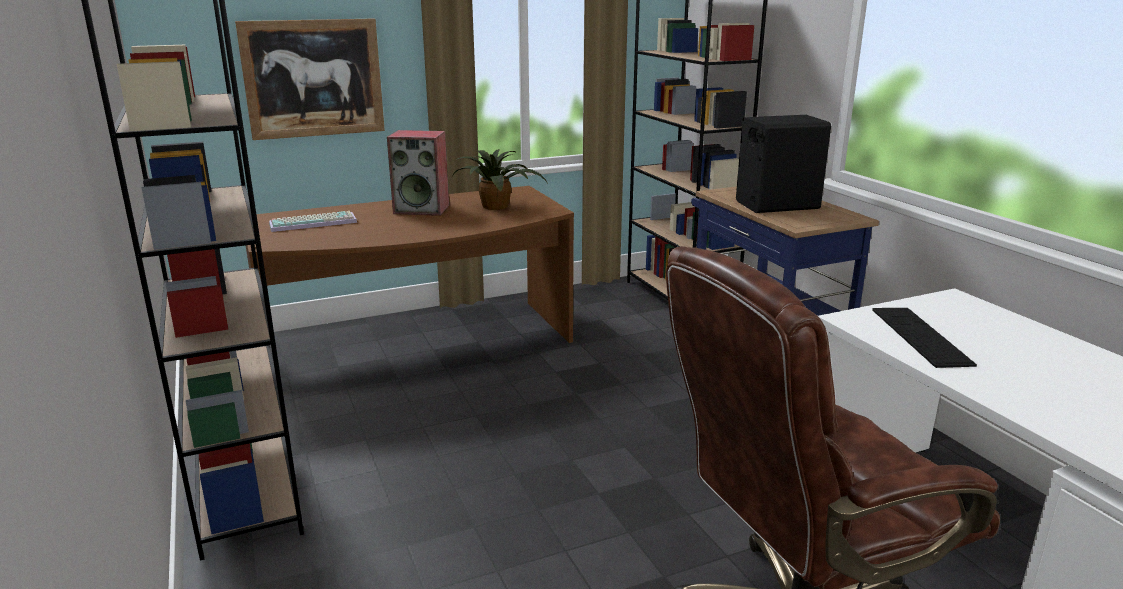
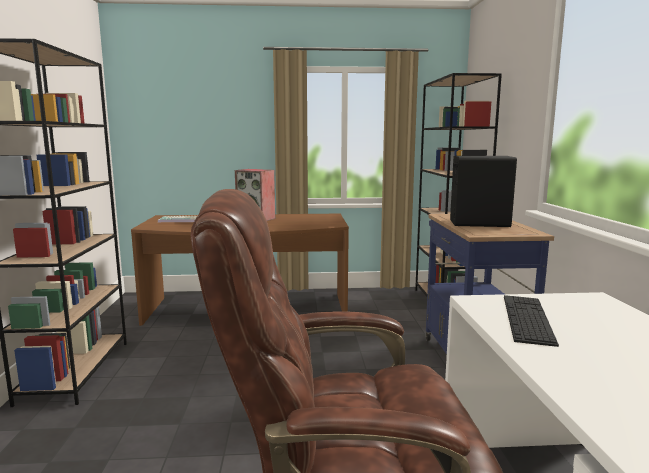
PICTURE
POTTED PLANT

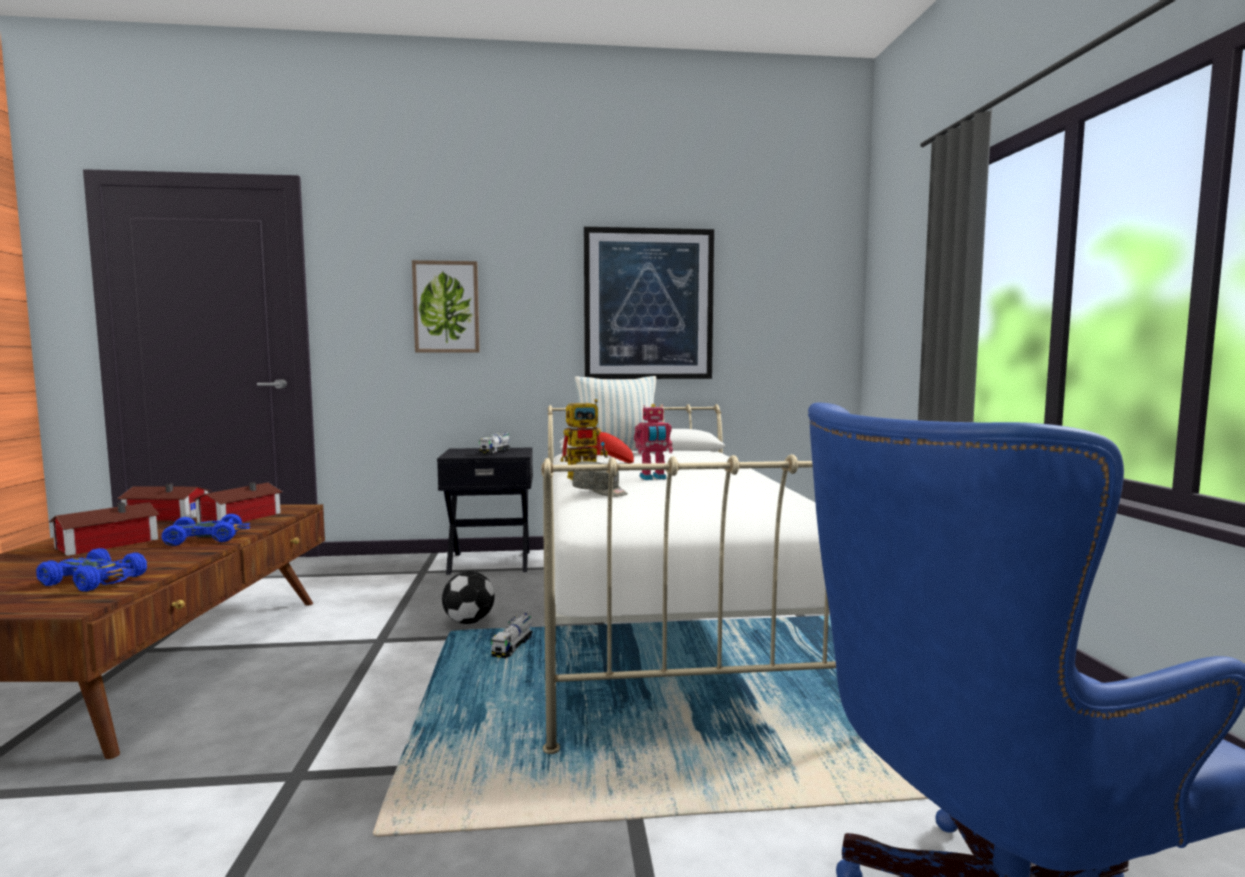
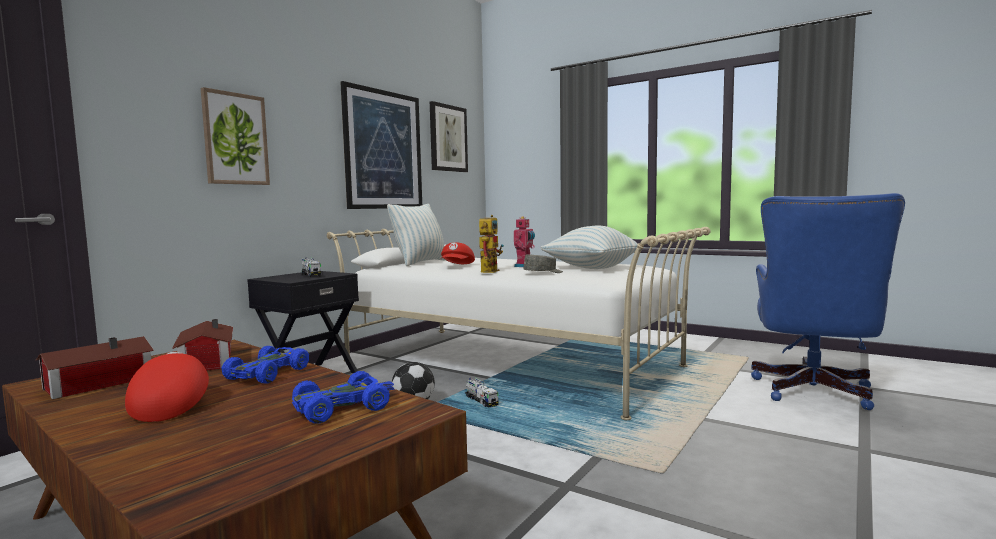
RED-COLOURED BASEBALL CAP (1st from left)
PICTURE (3rd from left)
PILLOW (2nd from left)

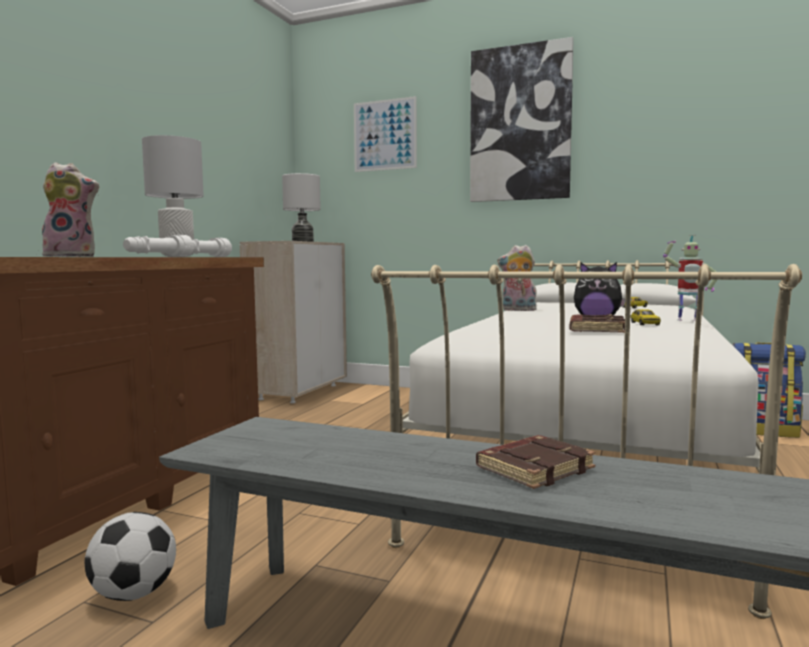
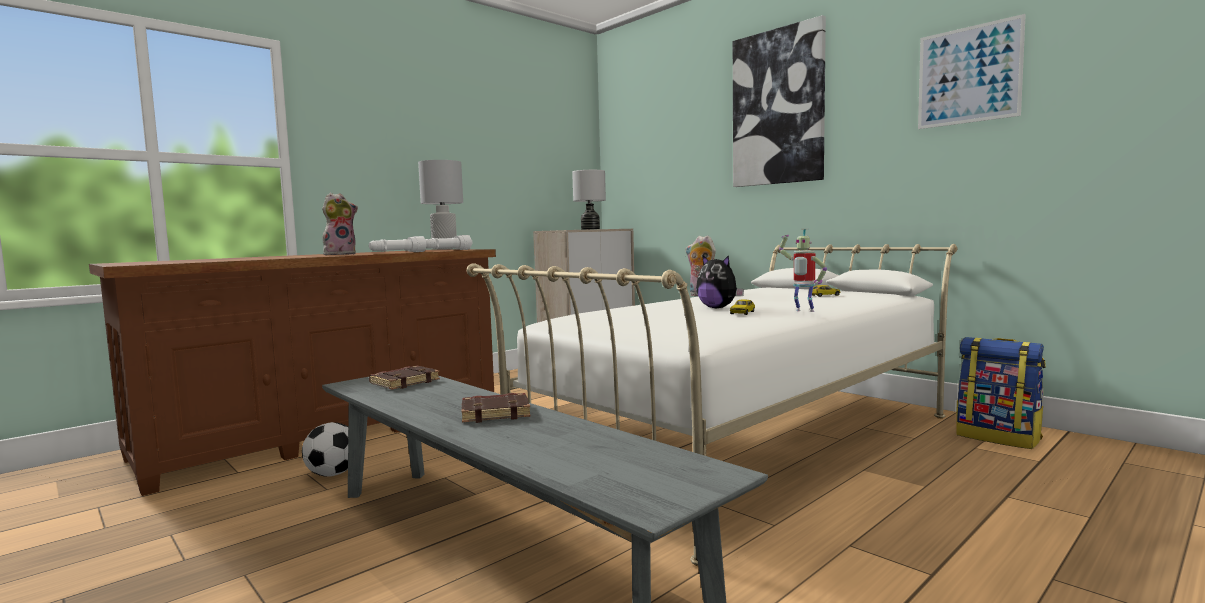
PLUSH TOY (1st from left)
PICTURE (2nd from left)
BROWNISH BOUND BOOK (1st from left)

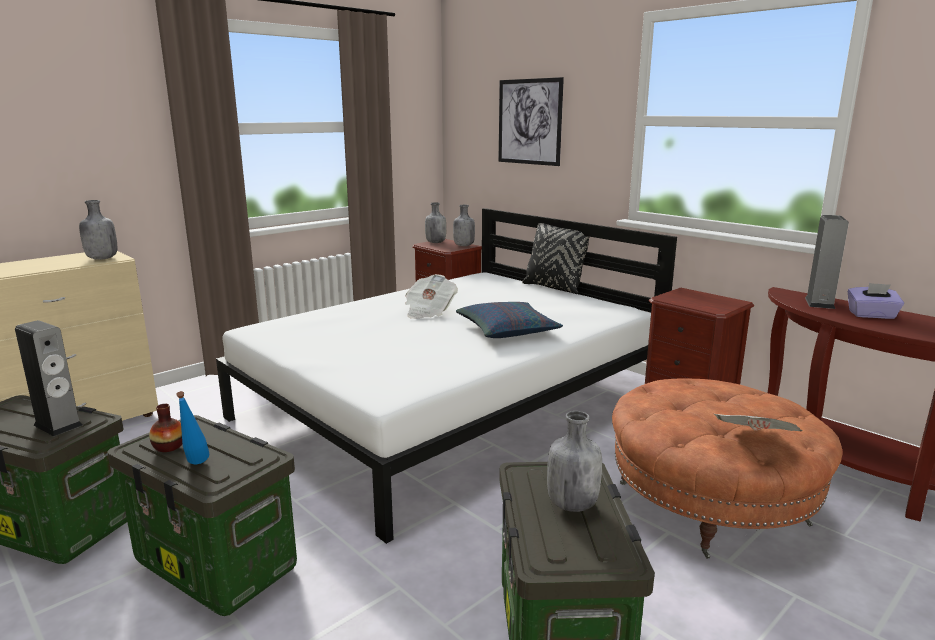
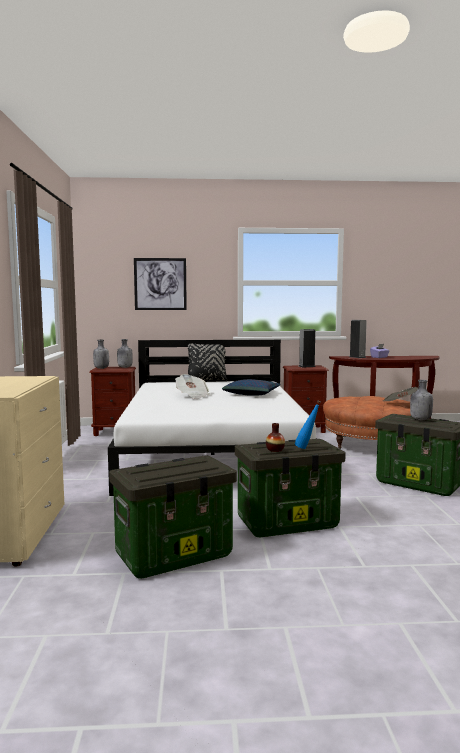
SPEAKER (1st from left)
GREY BEVERAGE BOTTLE (1st from left in the first image)

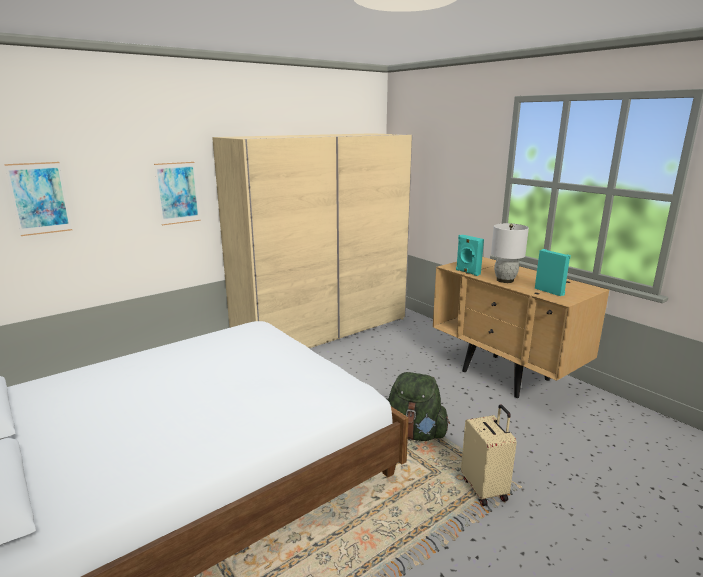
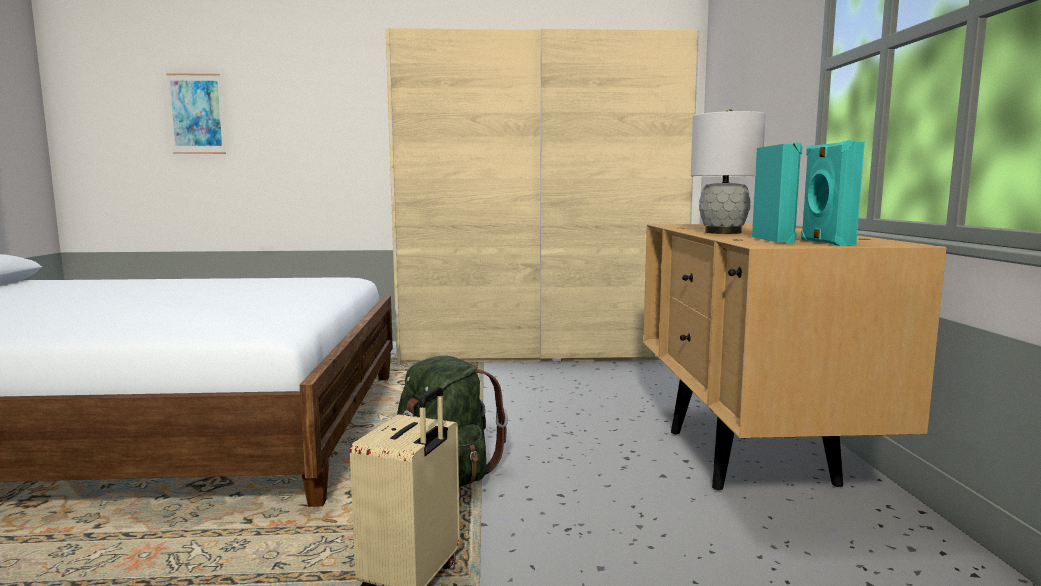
PICTURE (2nd from left in the first image)
TURQUOISE SPEAKER (2nd from left)

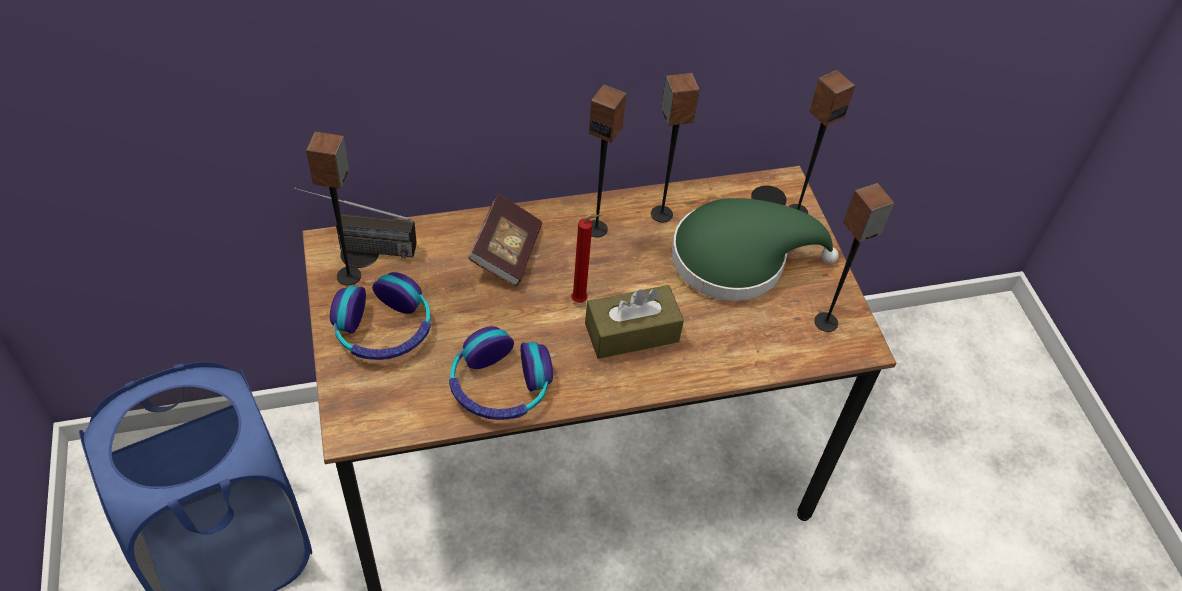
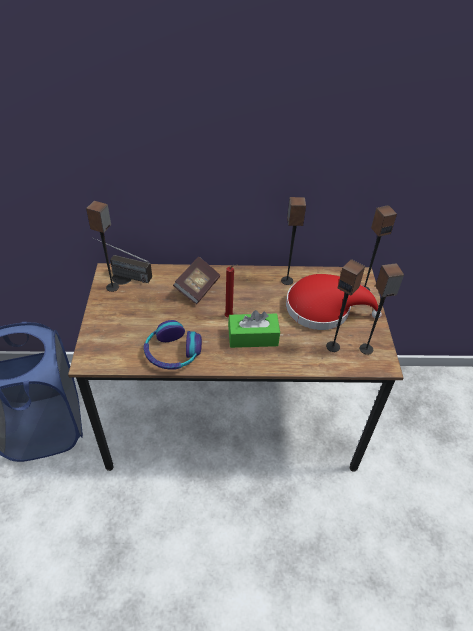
HEADSET (1st from left in the first image)
GREENISH TISSUE HOLDER
SPEAKER (3rd from left)
RED-COLOURED CLOTHING HAT

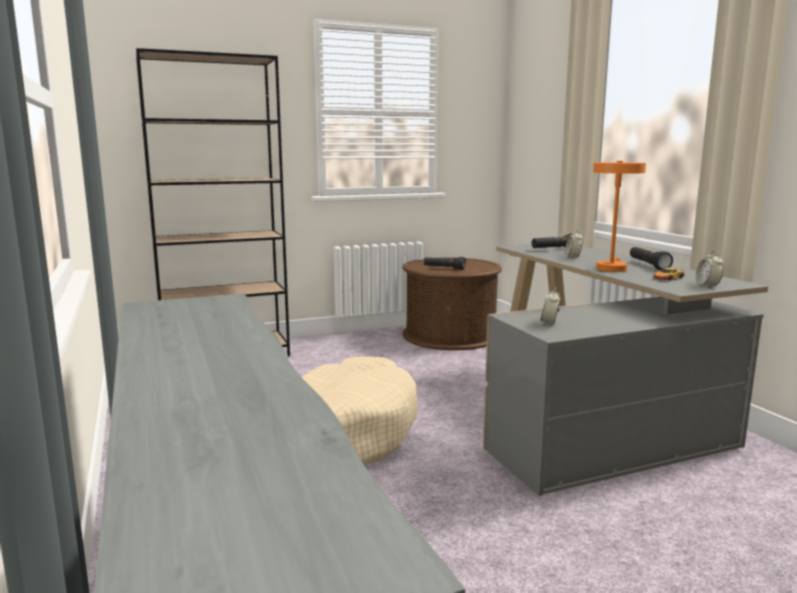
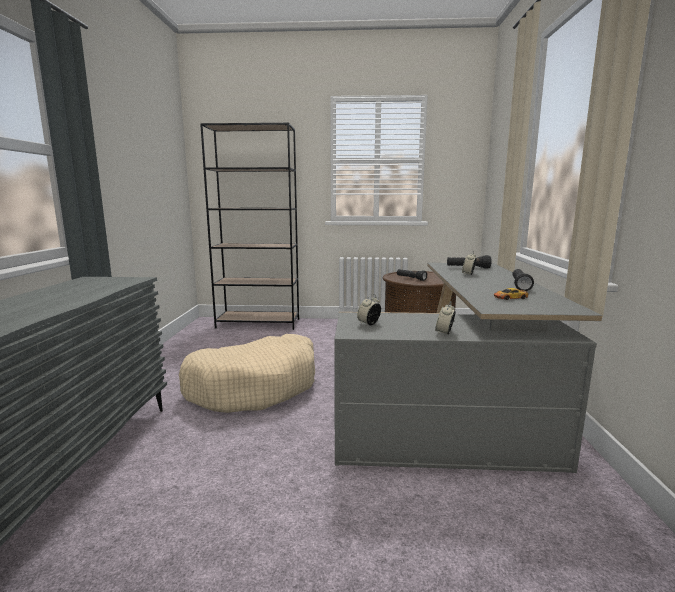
ORANGE LAMP FOR A TABLE
BEDSIDE CLOCK (2nd from left)

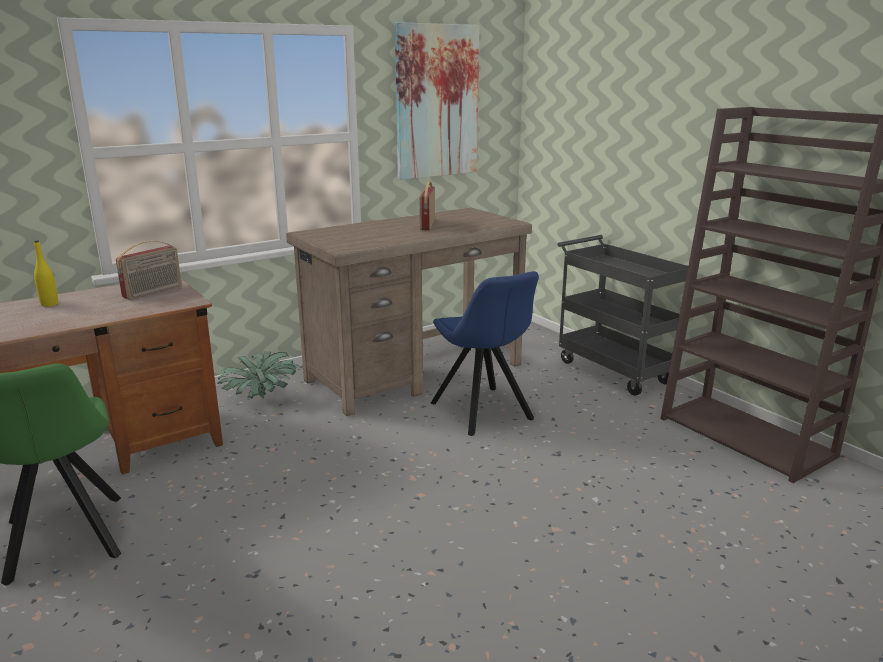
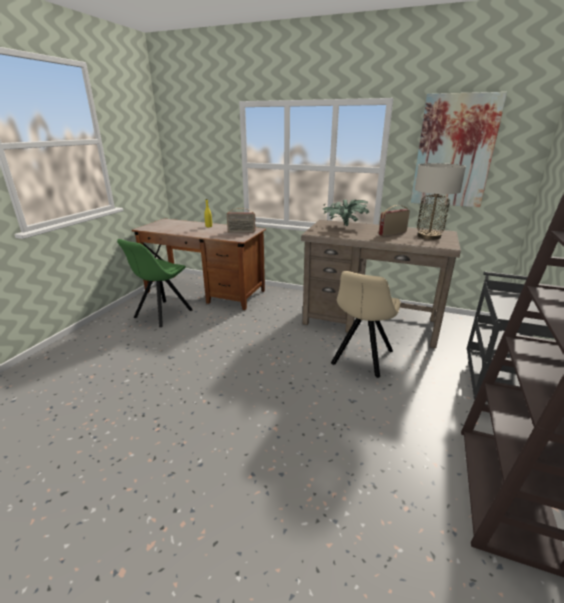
POTTED PLANT
BEIGE-COLOURED PLAIN CHAIR
LAMP FOR A TABLE

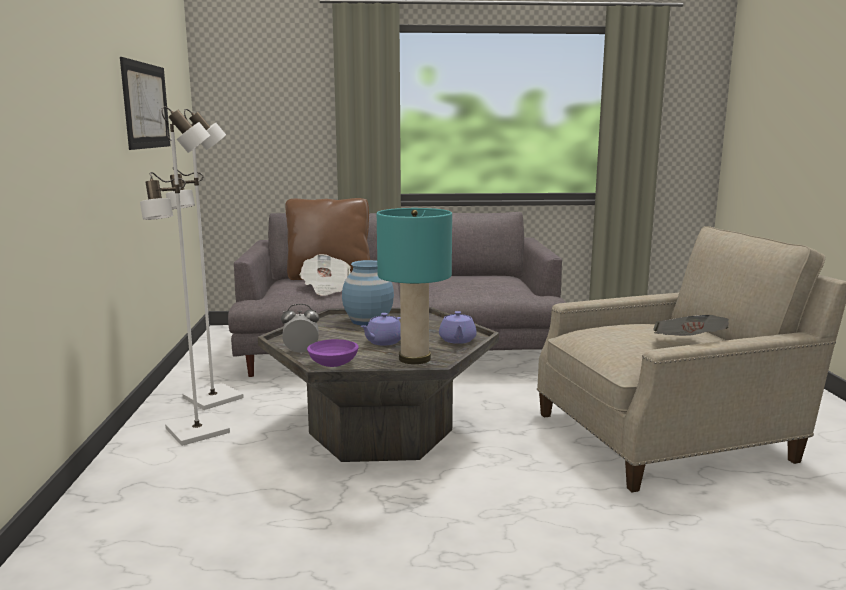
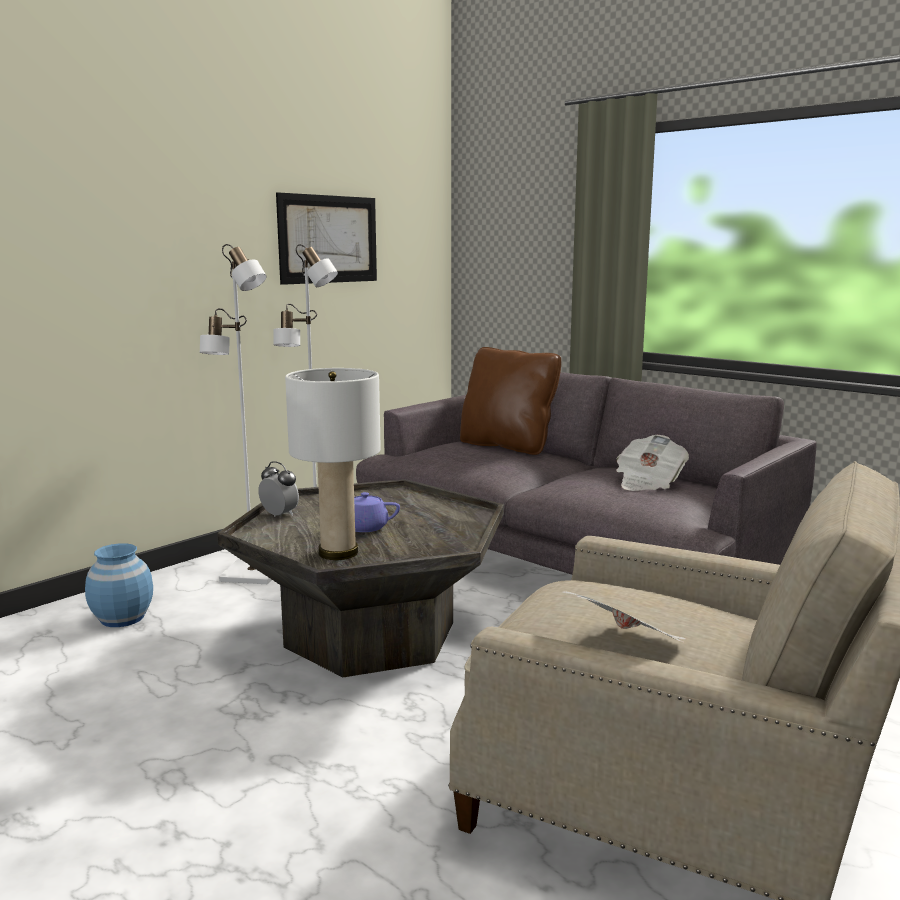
NEWSPAPER (2nd from left)
PURPLE DEEP DISH
BLUISH FLOWER VASE
WHITISH LAMP FOR A TABLE
PURPLE TEAPOT (2nd from left in the first image)

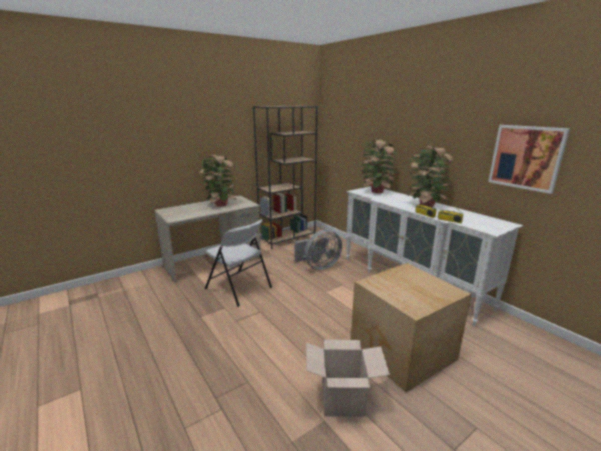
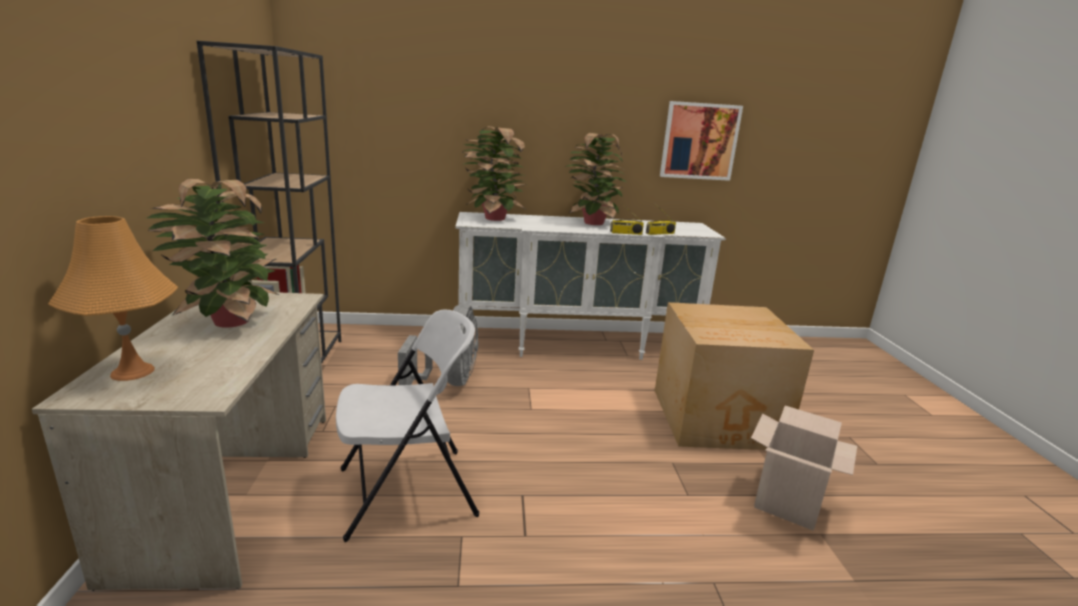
ORANGE LAMP FOR A TABLE

